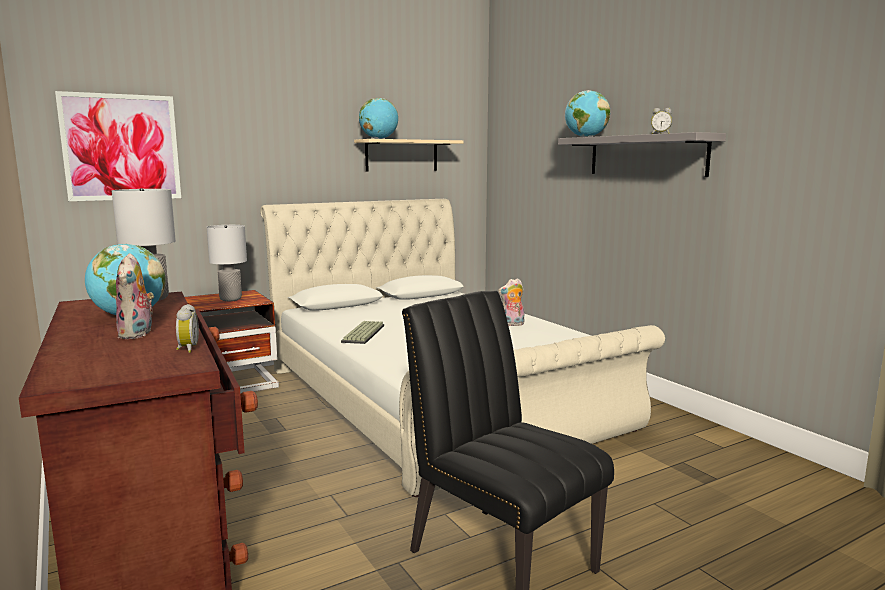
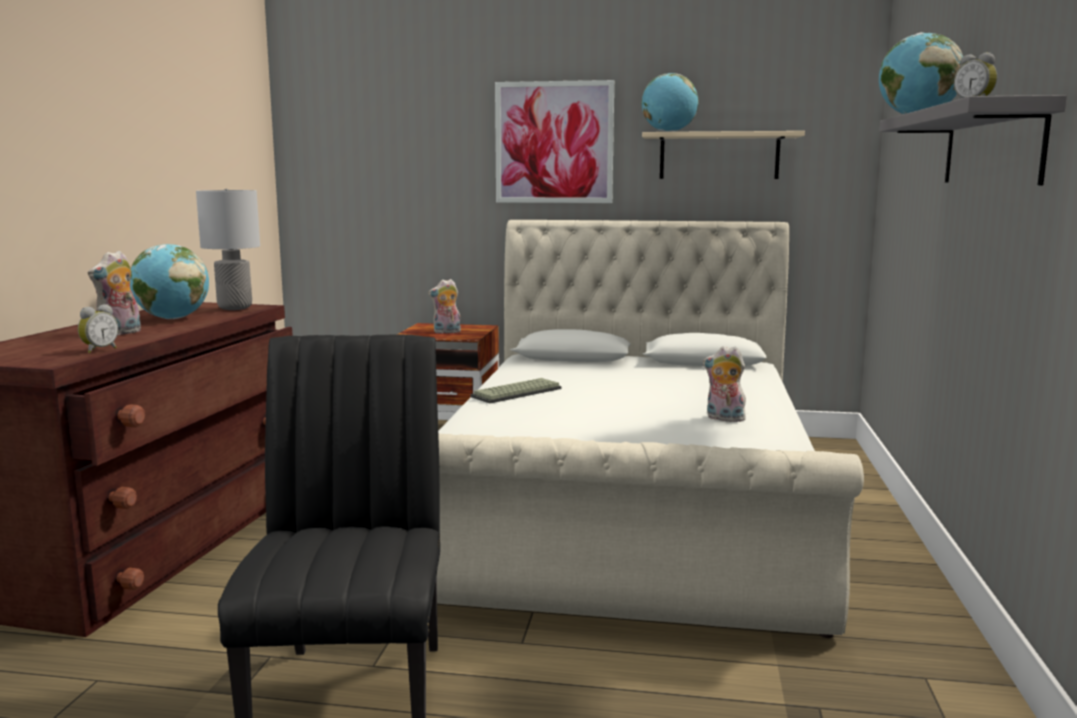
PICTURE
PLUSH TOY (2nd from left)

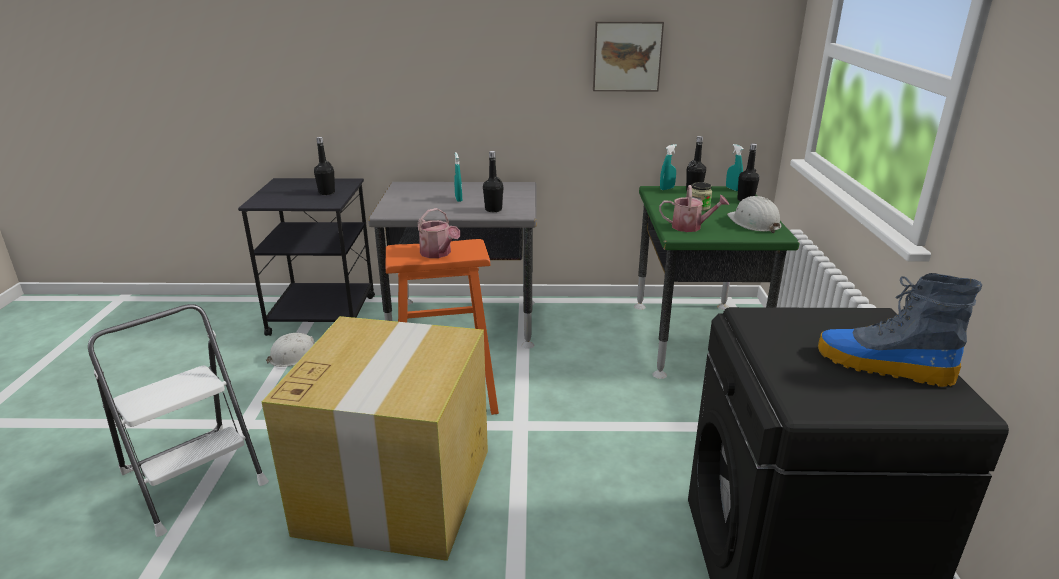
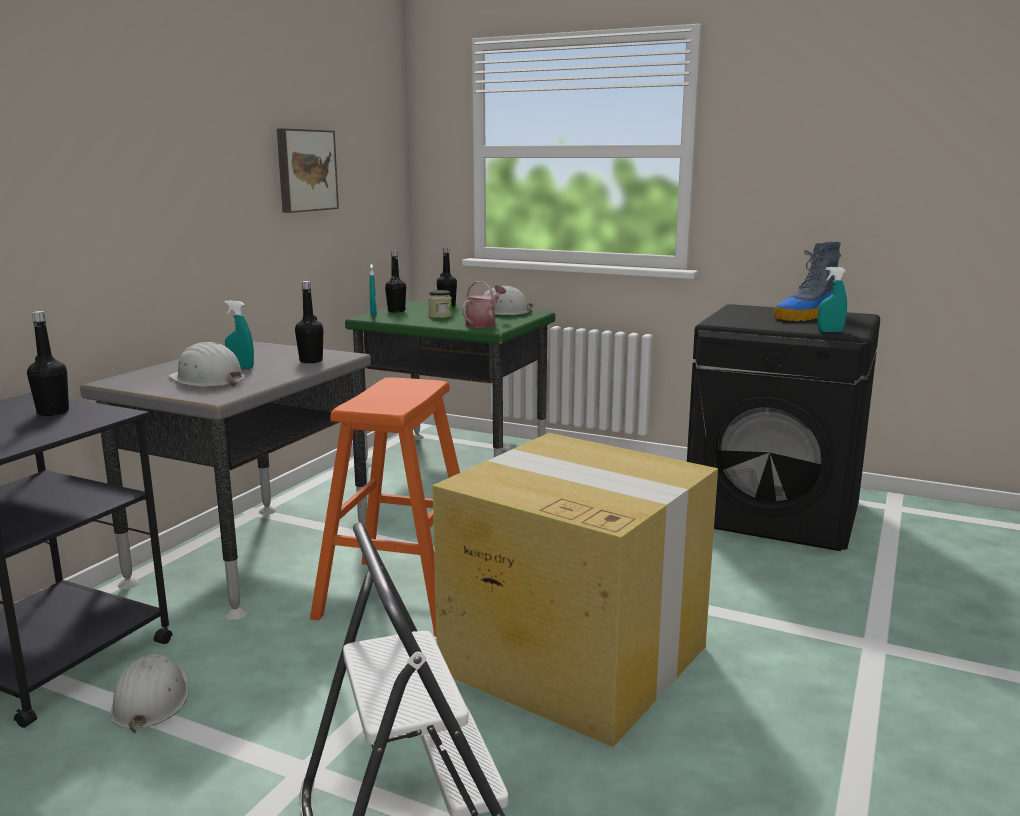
WATERING POT (1st from left in the first image)
TURQUOISE SPRAYER (3rd from left)
WHITISH HARD HAT (2nd from left)

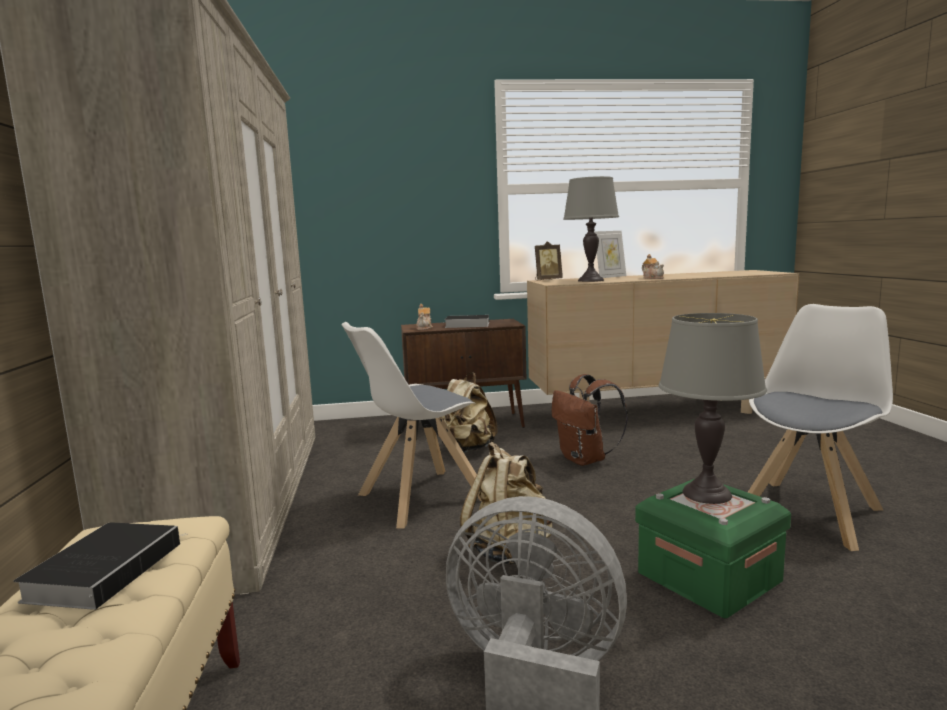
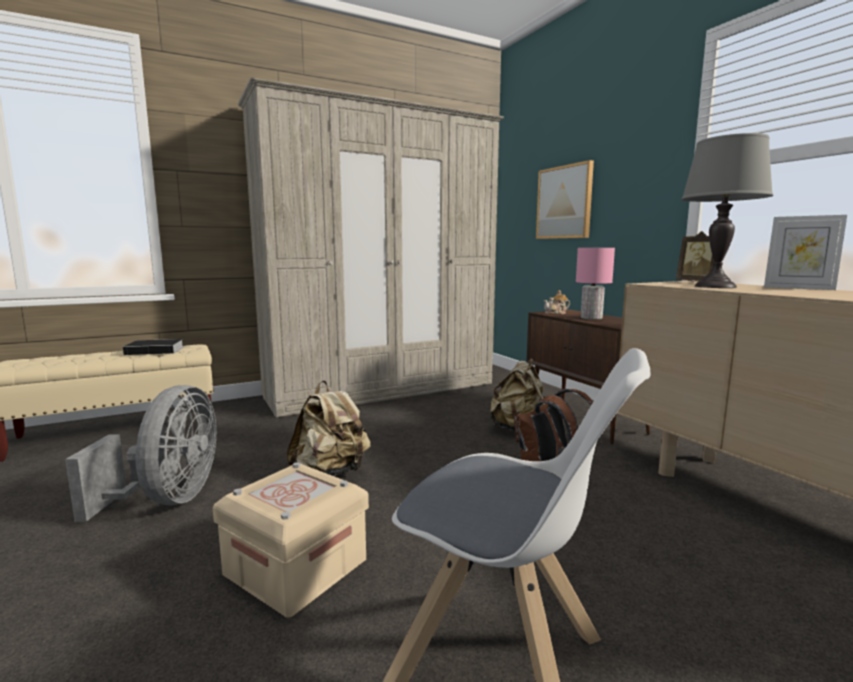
PLAIN CHAIR (1st from left in the first image)
PINK LAMP FOR A TABLE
BEIGE-COLOURED STORAGE BIN
TEAPOT (2nd from left in the first image)
GREY LAMP FOR A TABLE (2nd from left in the first image)
PICTURE

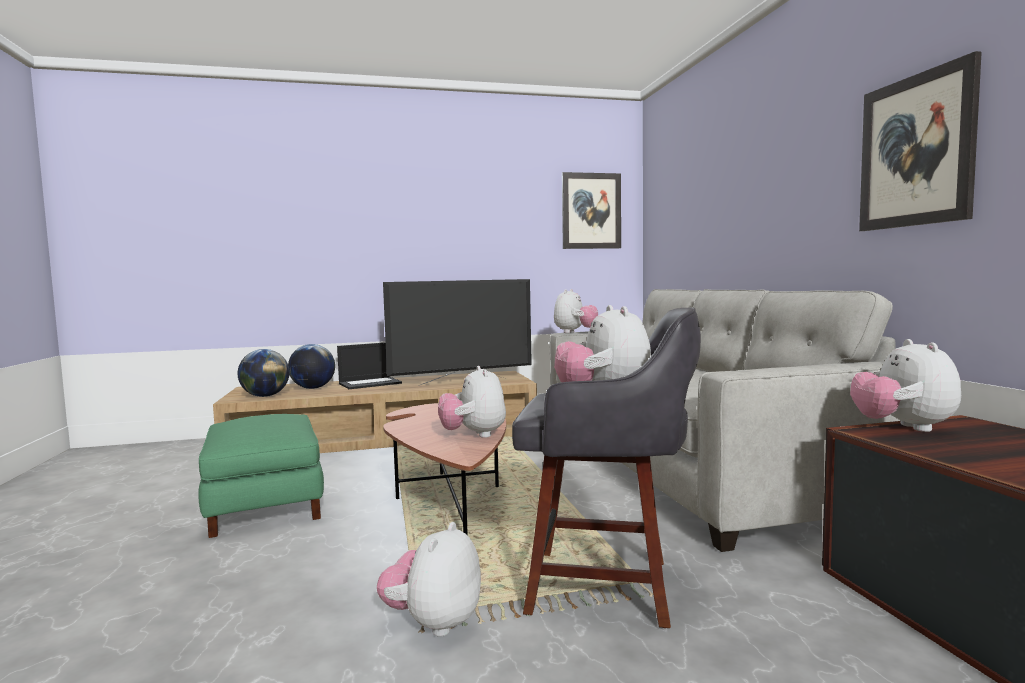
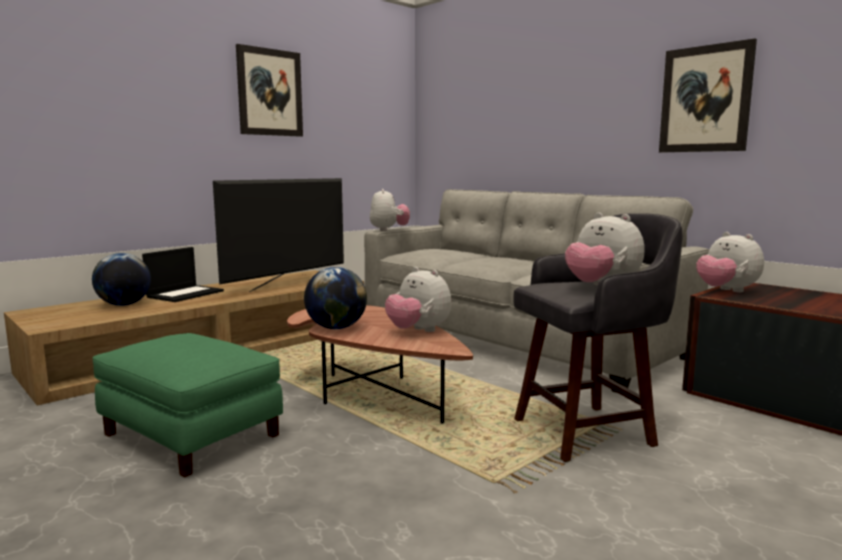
DESK GLOBE (2nd from left)
PLUSH TOY (1st from left in the first image)
PICTURE (1st from left)

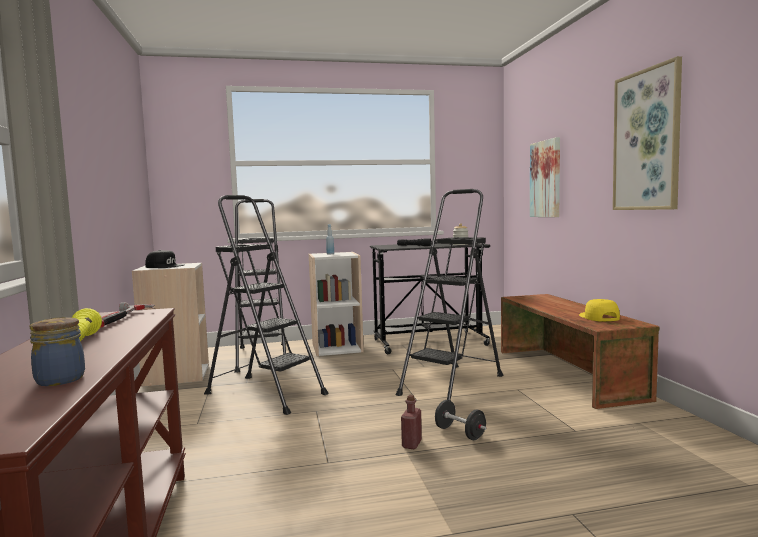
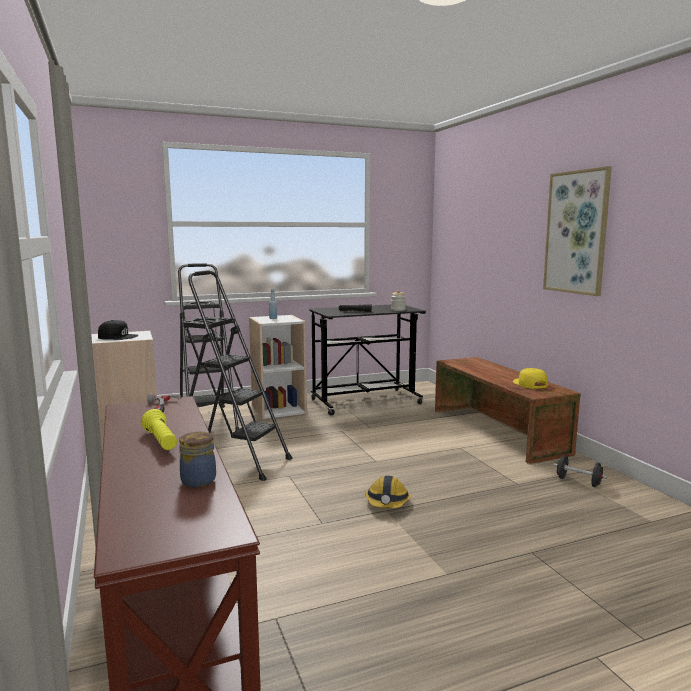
STEP LADDER (3rd from left in the first image)
HARD HAT
BLACK FREE WEIGHT
PICTURE (1st from left in the first image)

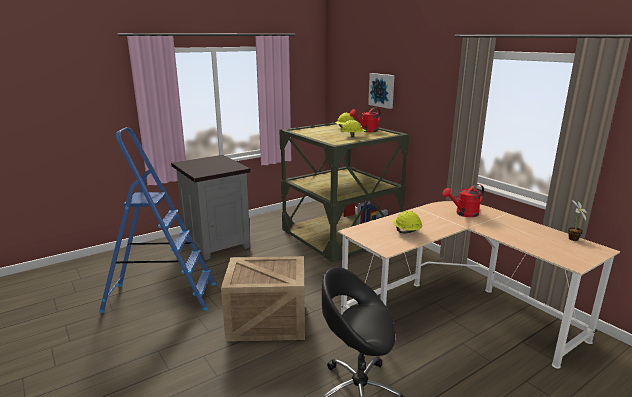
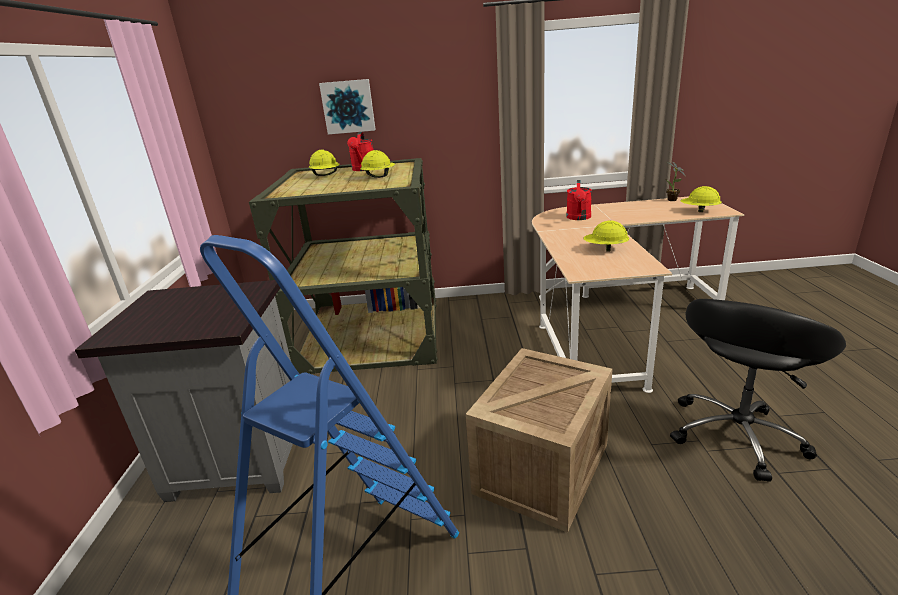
YELLOWISH HARD HAT (4th from left)

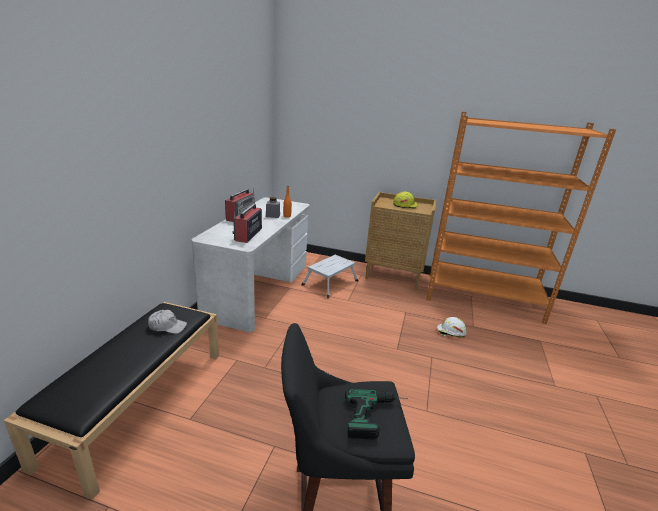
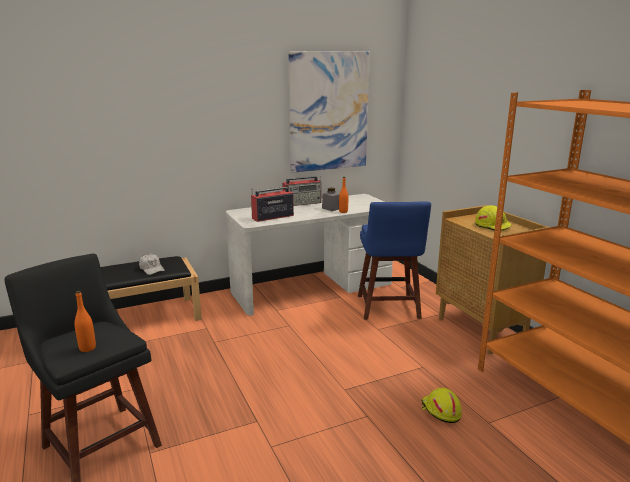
BLUISH SITTING STOOL
ORANGE BEVERAGE BOTTLE (1st from left)
YELLOWISH HARD HAT (1st from left)
PICTURE

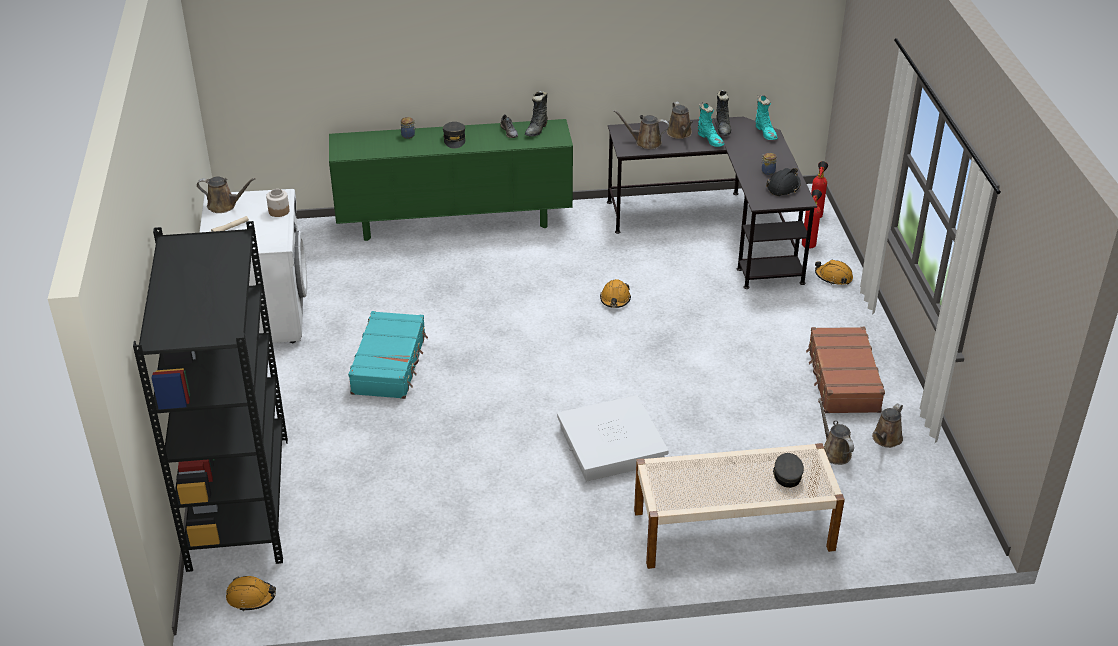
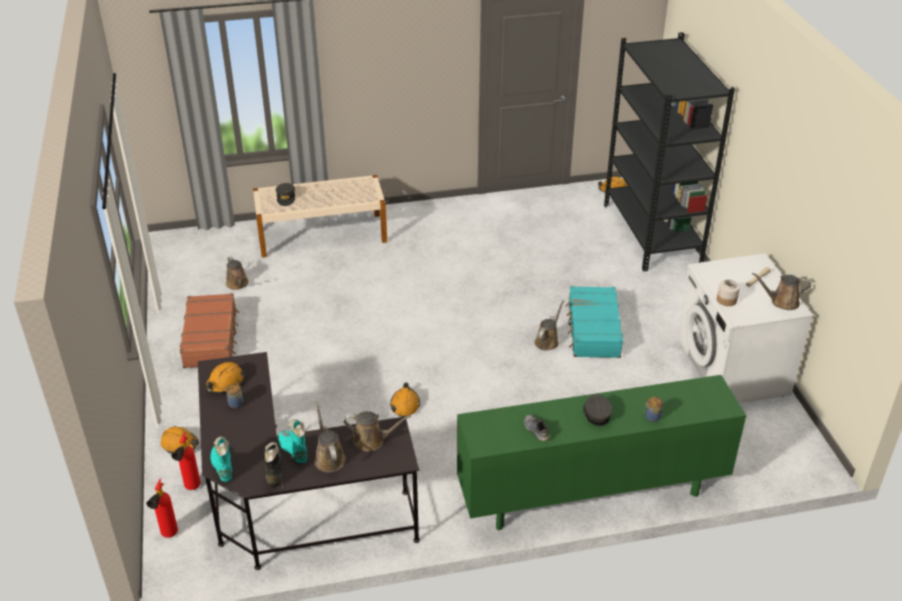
BLACK TALL BOOT (1st from left in the first image)
WHITISH STORAGE BIN
ORANGE HARD HAT (2nd from left)
BROWNISH WATERING POT (4th from left)

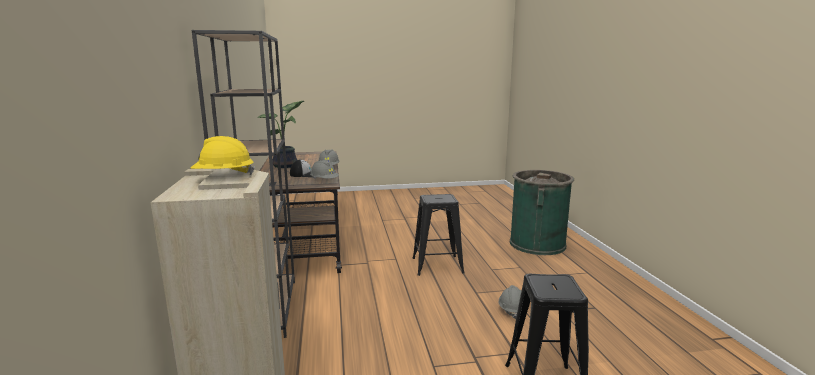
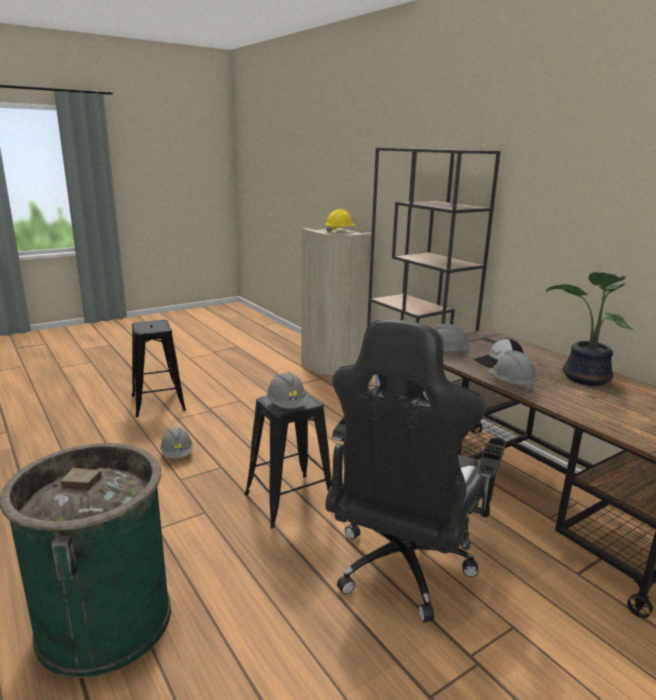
GREY HARD HAT (2nd from left)
BLACK COMPUTER CHAIR

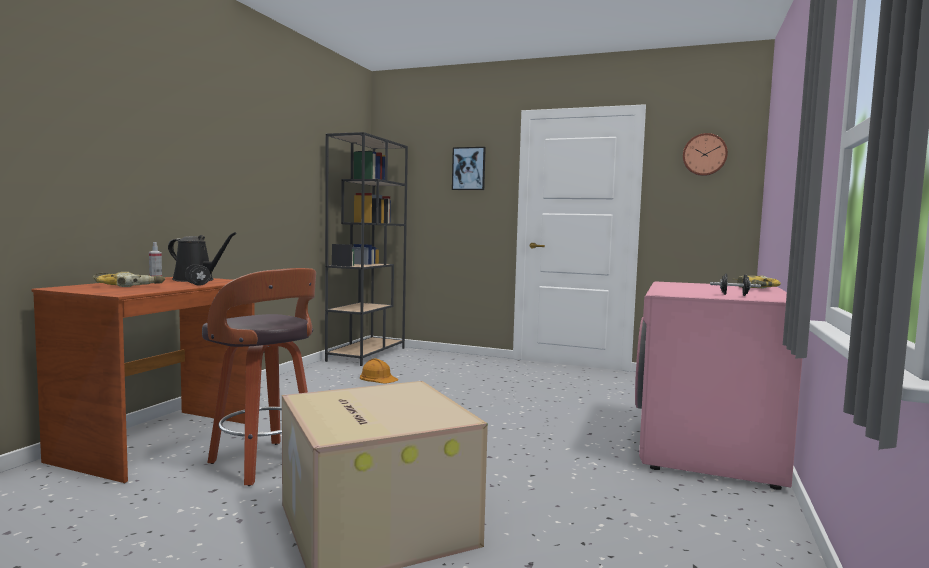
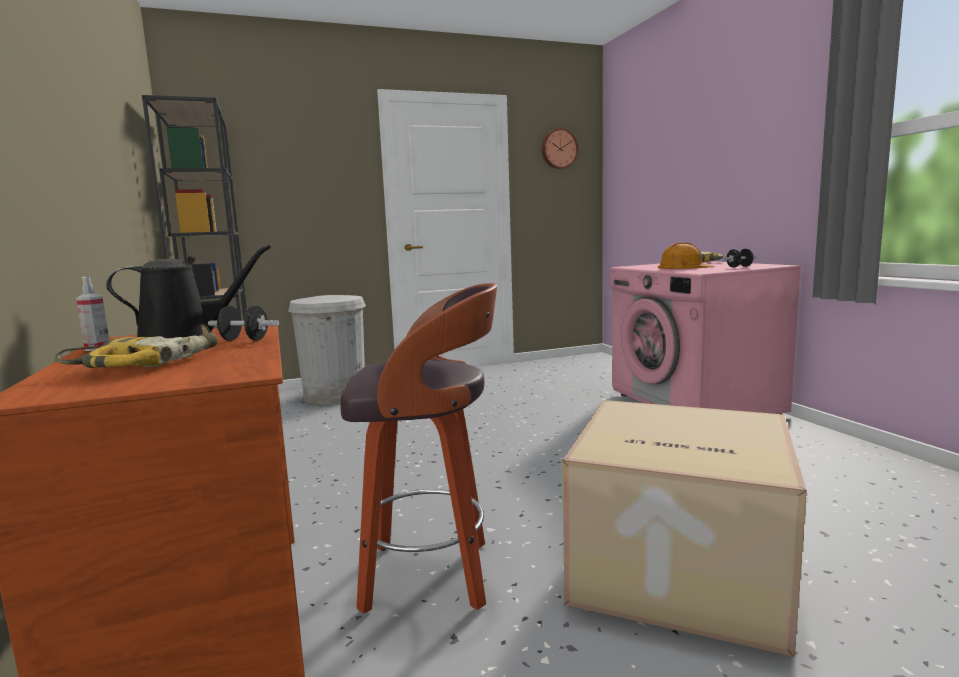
ORANGE HARD HAT
PICTURE
WHITISH WASTE BIN

